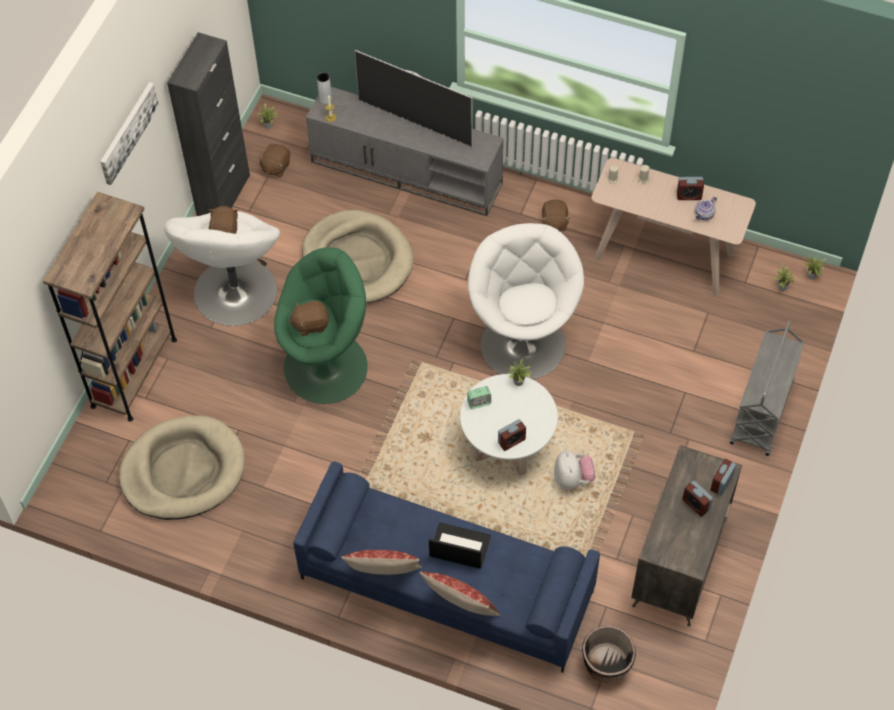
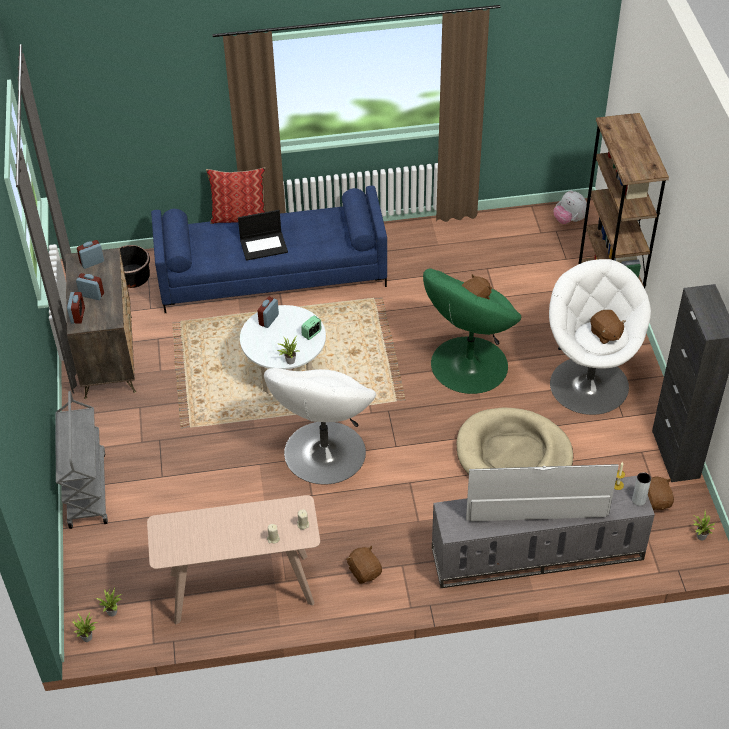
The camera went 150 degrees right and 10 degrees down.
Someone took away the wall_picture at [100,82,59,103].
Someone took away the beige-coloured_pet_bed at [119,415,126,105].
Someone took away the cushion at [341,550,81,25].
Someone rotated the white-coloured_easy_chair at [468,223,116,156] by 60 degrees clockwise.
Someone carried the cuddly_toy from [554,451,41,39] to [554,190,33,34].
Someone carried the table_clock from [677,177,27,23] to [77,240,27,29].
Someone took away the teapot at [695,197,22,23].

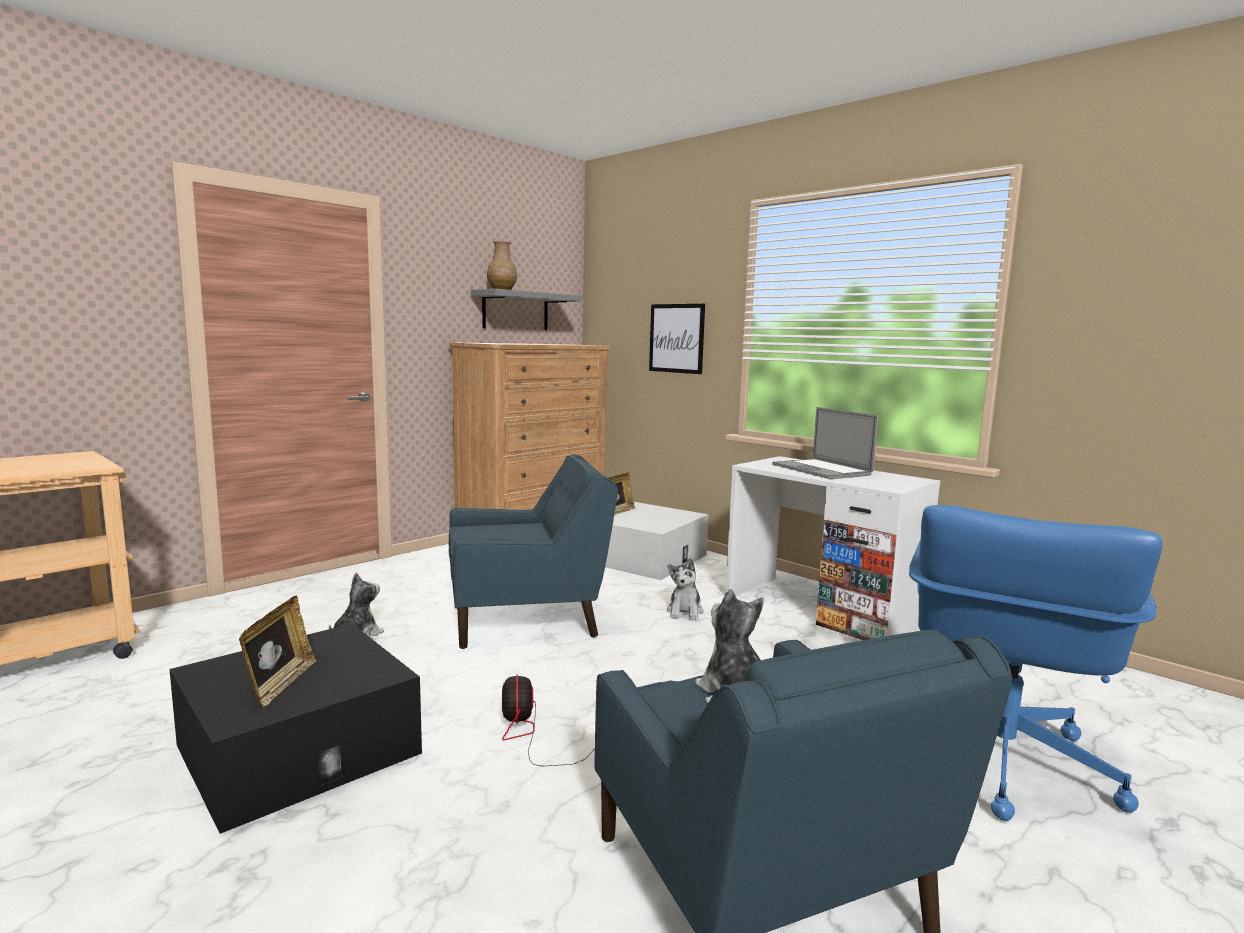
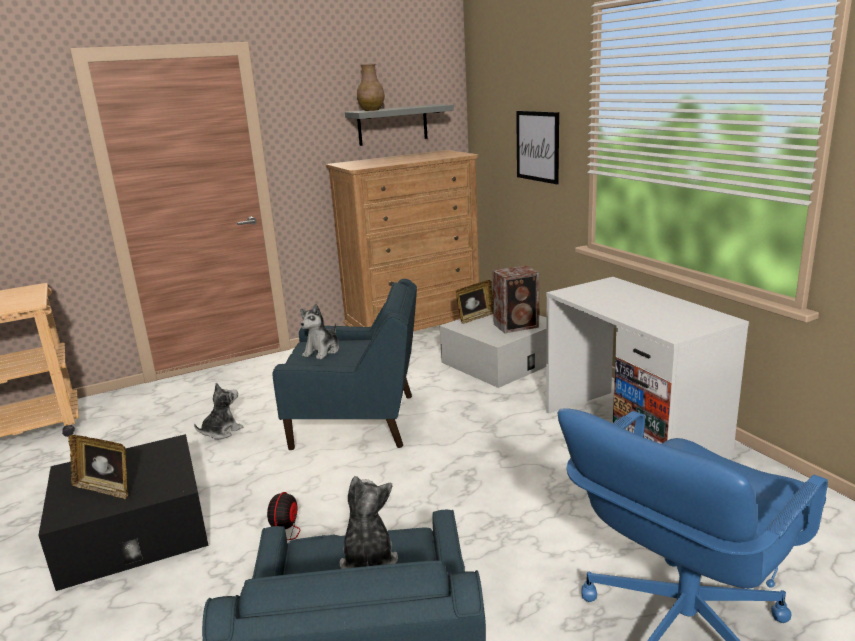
The camera went 20 degrees right and 10 degrees up.
Someone rotated the photo_frame at [239,596,78,111] by 90 degrees clockwise.
Someone carried the cuddly_toy from [667,558,37,63] to [300,304,39,55].
Someone took away the portable_computer at [772,407,106,72].
Someone put down the speaker at [492,265,47,68].

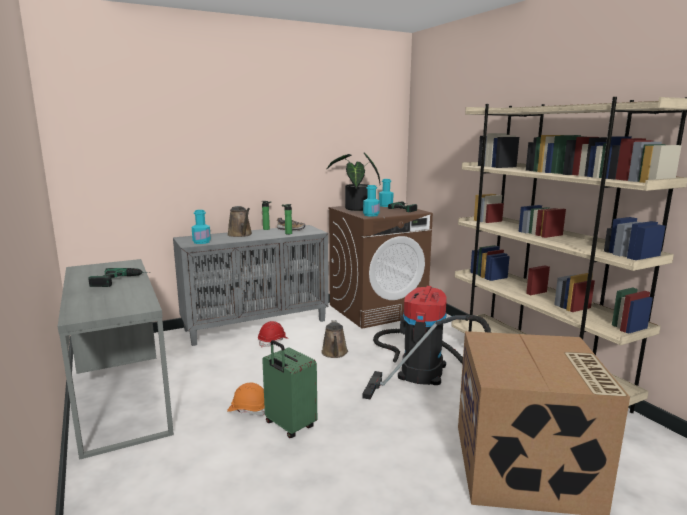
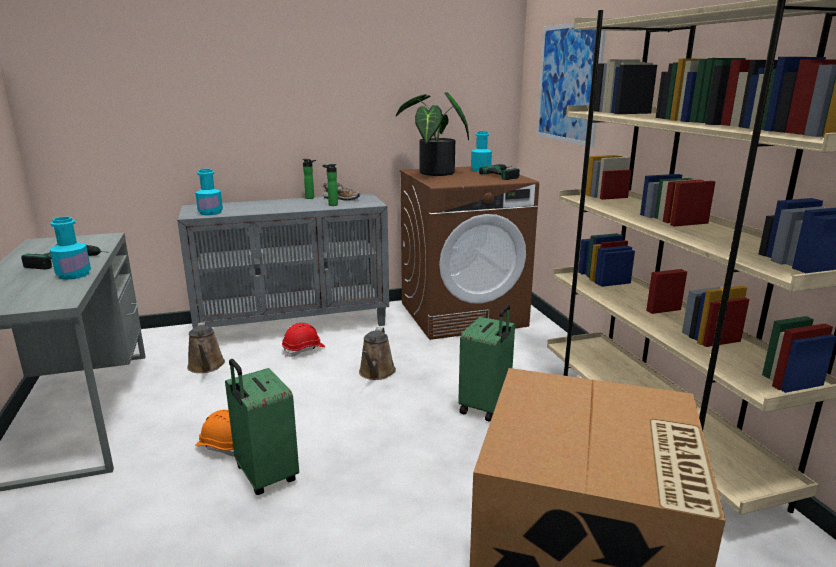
The camera went 10 degrees right and 5 degrees up.
Someone carried the brown-coloured_watering_pot from [227,206,25,31] to [187,322,38,51].
Someone swapped the vacuum_cleaner at [362,286,130,113] for the green-coloured_suitcase at [458,305,57,117].
Someone carried the turquoise-coloured_bottle from [363,185,17,32] to [50,217,41,63].
Someone put up the wall_picture at [536,23,70,125].

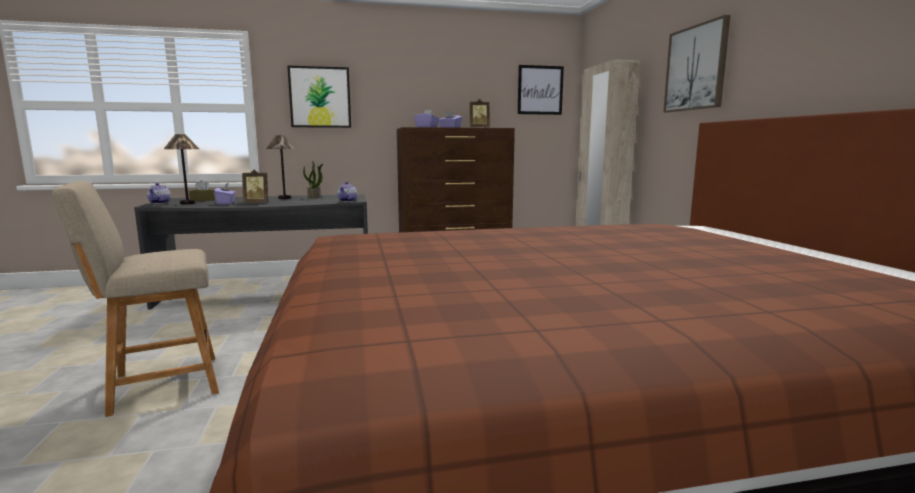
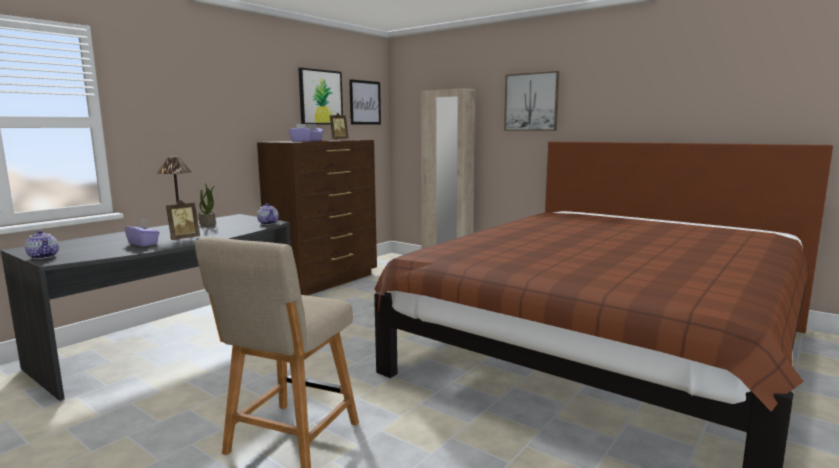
The camera went 40 degrees left and 0 degrees up.
Someone took away the lamp_for_a_table at [164,134,35,70].
Someone took away the brown-coloured_box_of_tissues at [189,180,26,21].
Someone carried the wall_picture from [287,65,64,63] to [298,68,45,57].

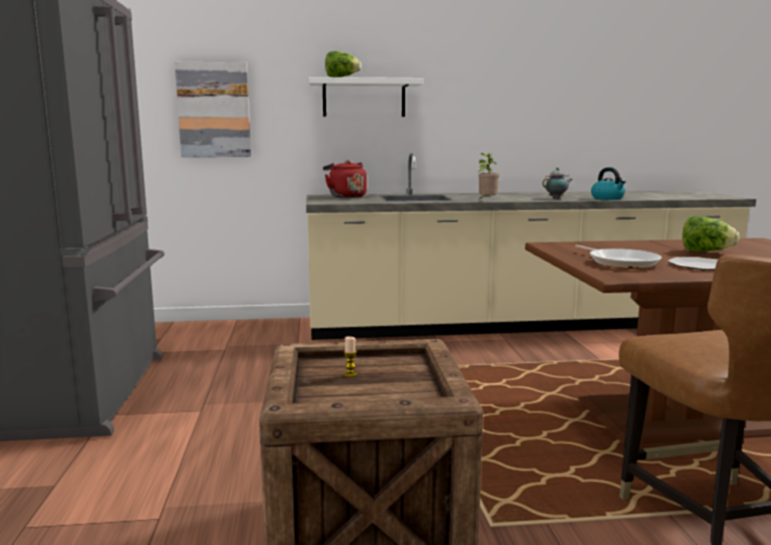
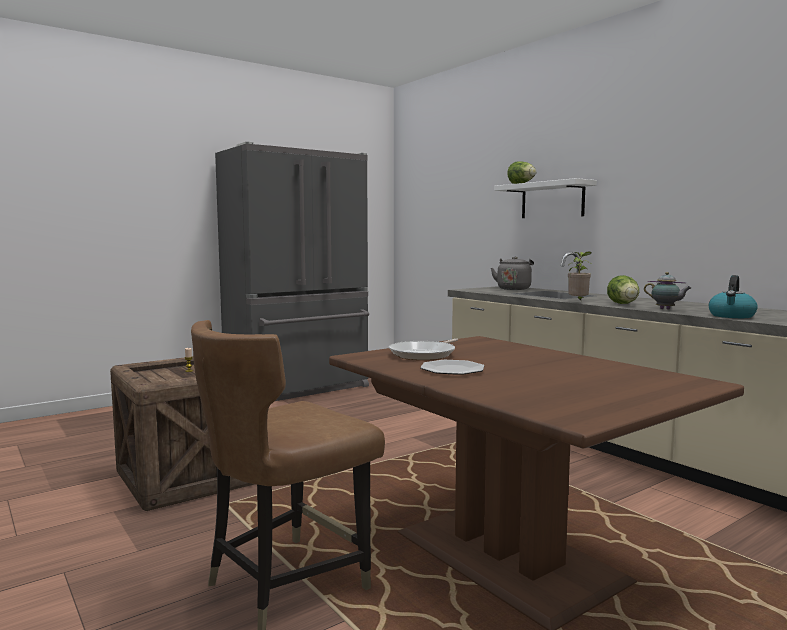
The camera went 60 degrees right and 5 degrees down.
Someone took away the wall_picture at [175,62,76,95].
Someone repainted the red_kettle at [323,160,44,38], which became the grey_kettle at [491,257,43,33].
Someone carried the lettuce_head from [682,216,57,36] to [607,275,32,29].

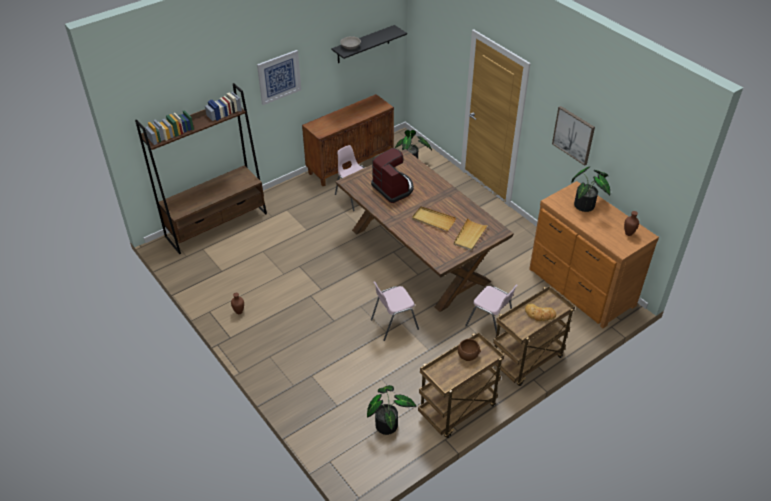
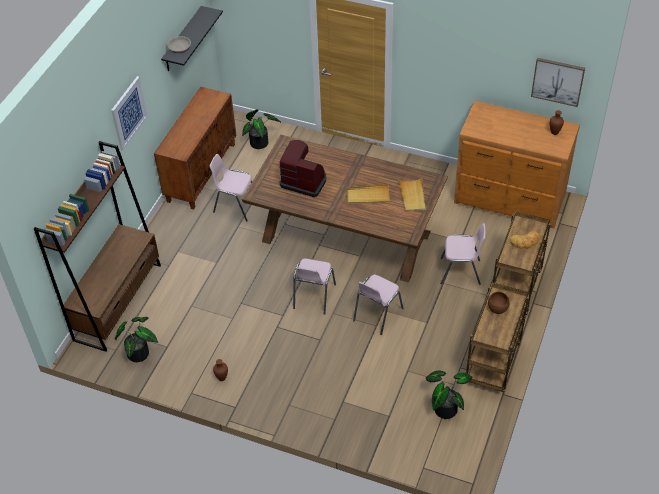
The camera went 30 degrees left and 5 degrees up.
Someone carried the wall_picture from [552,106,43,60] to [531,58,54,49].
Someone carried the potted_plant from [571,166,39,46] to [115,317,43,45].
Someone put down the pinkish_upright_chair at [293,259,43,56].

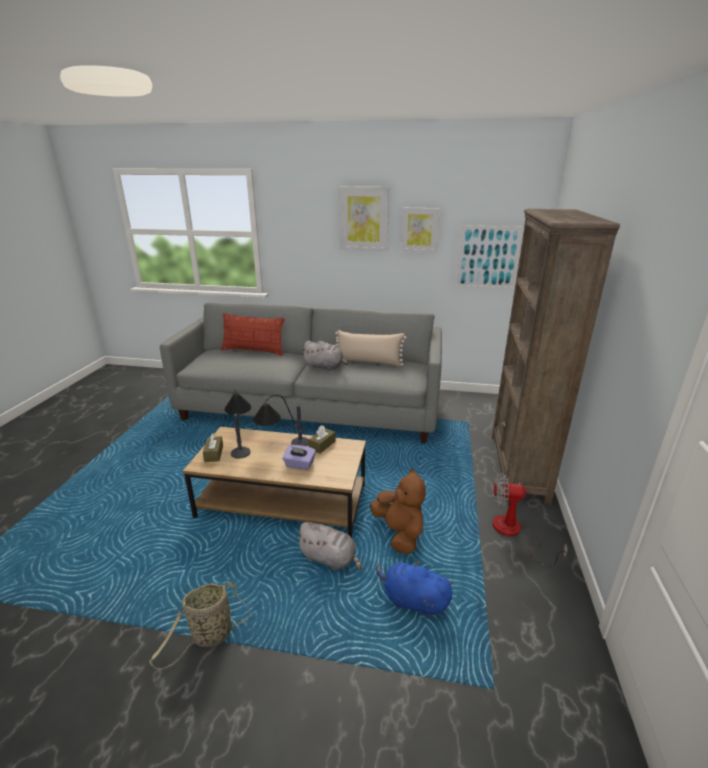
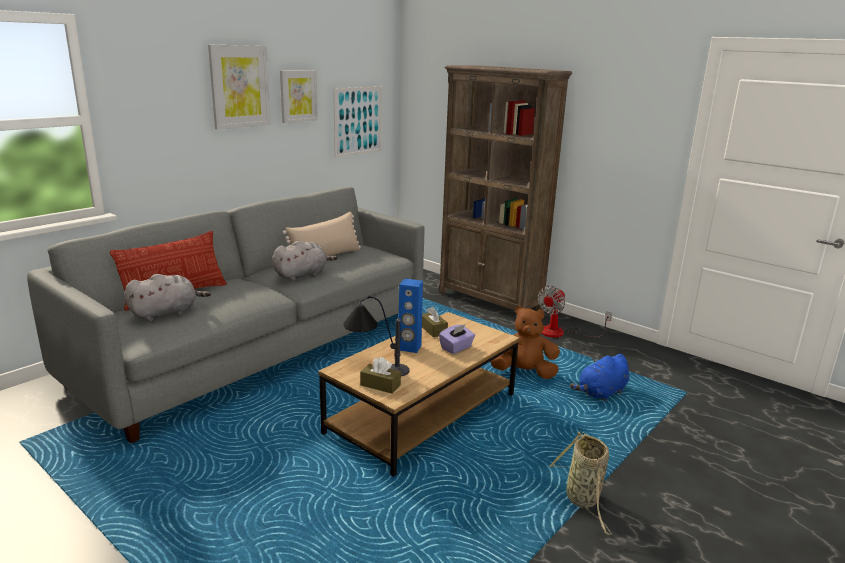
The camera went 60 degrees left and 5 degrees down.
Someone swapped the lamp_for_a_table at [253,395,56,51] for the blue_speaker at [399,278,24,75].
Someone carried the grey_cuddly_toy from [295,522,67,48] to [124,274,87,47].

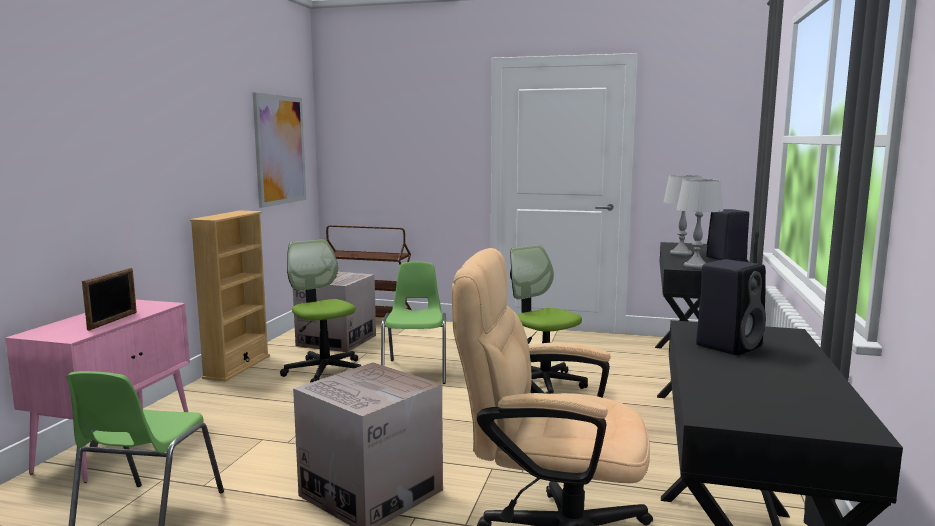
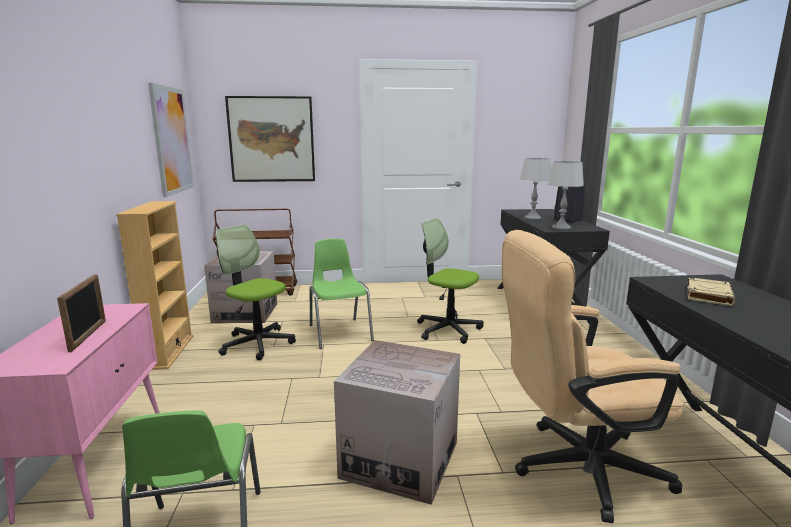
The camera went 20 degrees left and 5 degrees up.
Someone swapped the blackish_speaker at [696,259,70,96] for the beige-coloured_book at [687,277,48,29].
Someone put up the wall_picture at [225,96,90,86].

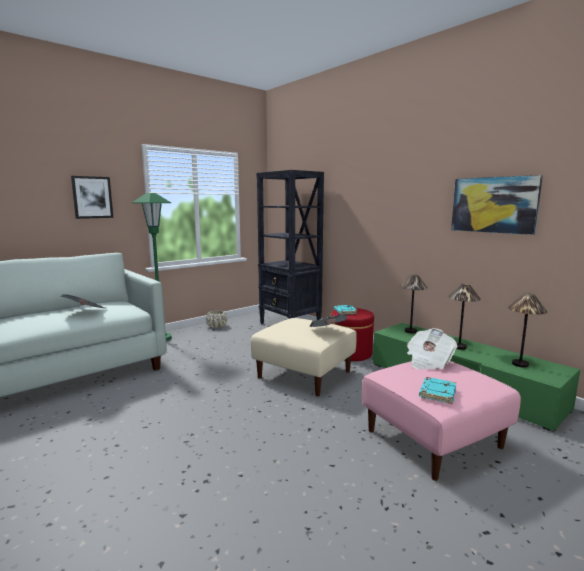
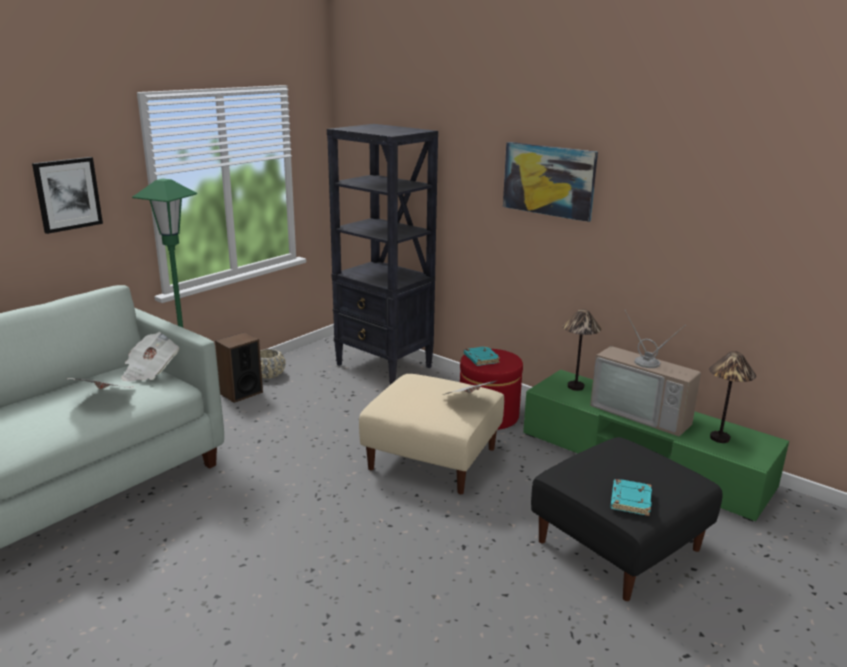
The camera went 10 degrees left and 10 degrees up.
Someone repainted the pinkish_ottoman at [362,361,159,120], which became the blackish_ottoman at [531,437,192,164].
Someone carried the printed_paper from [407,328,50,41] to [121,332,58,50].
Someone swapped the lamp_for_a_table at [448,283,33,67] for the TV at [590,310,111,126].
Someone carried the wall_picture from [451,175,92,60] to [503,142,95,80].
Someone put down the speaker at [215,332,48,71].

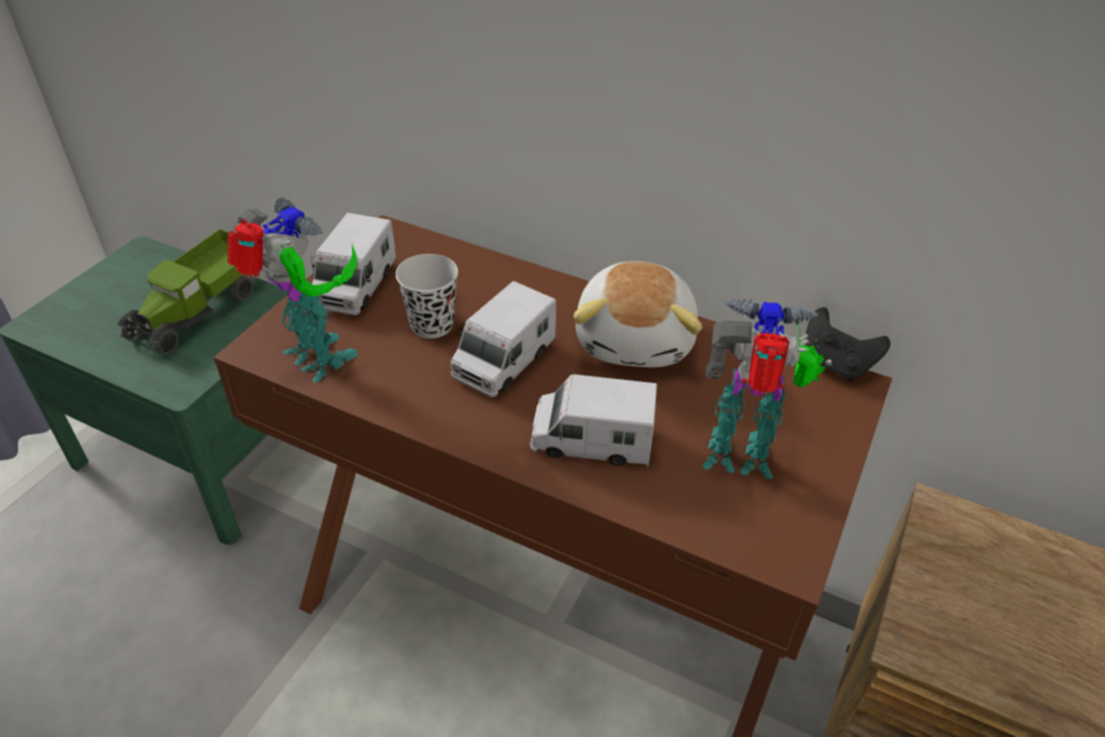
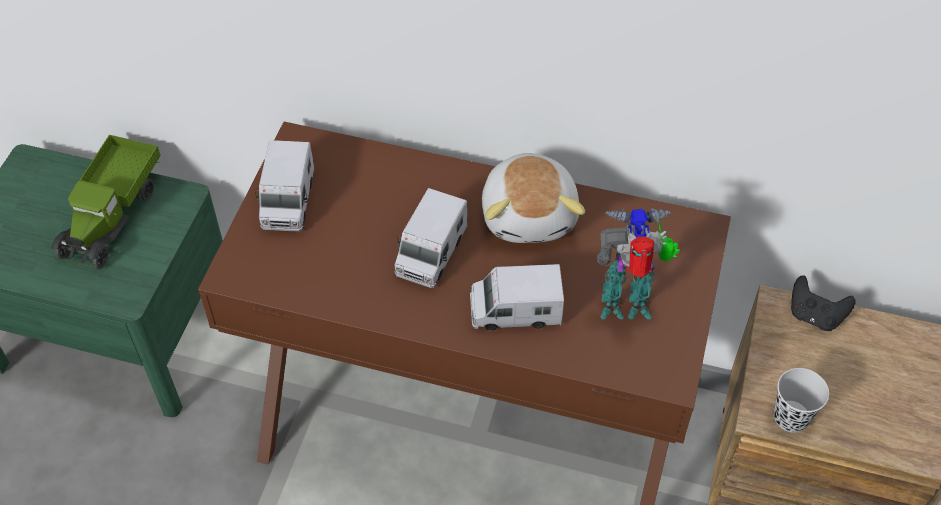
The camera went 10 degrees left and 10 degrees up.
Someone took away the model_robot at [228,197,130,185].
Someone carried the blackish_cup from [395,254,63,84] to [774,368,55,65].
Someone carried the blackish_gamepad from [805,307,86,74] to [791,275,65,56].

